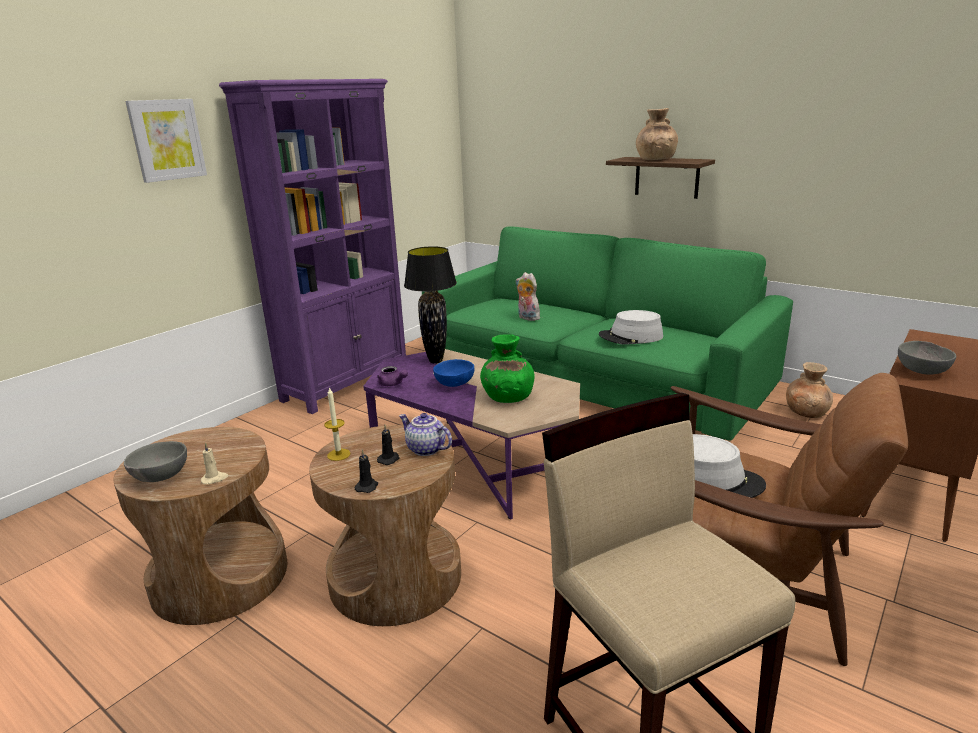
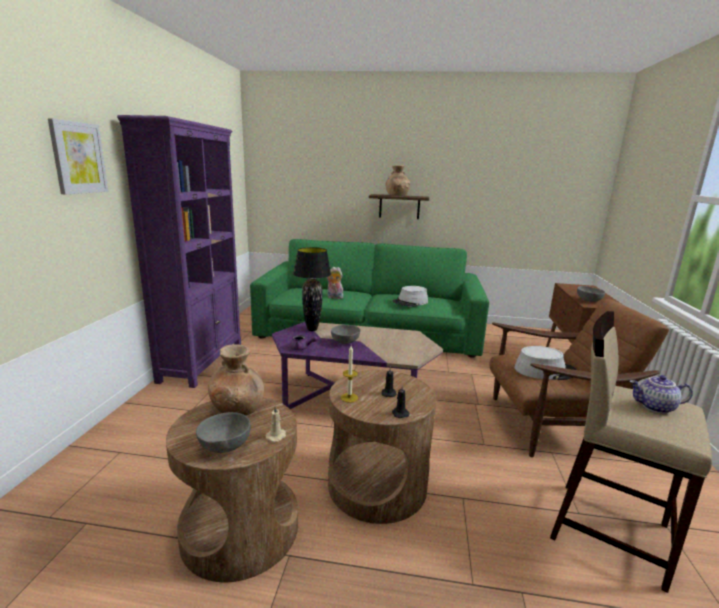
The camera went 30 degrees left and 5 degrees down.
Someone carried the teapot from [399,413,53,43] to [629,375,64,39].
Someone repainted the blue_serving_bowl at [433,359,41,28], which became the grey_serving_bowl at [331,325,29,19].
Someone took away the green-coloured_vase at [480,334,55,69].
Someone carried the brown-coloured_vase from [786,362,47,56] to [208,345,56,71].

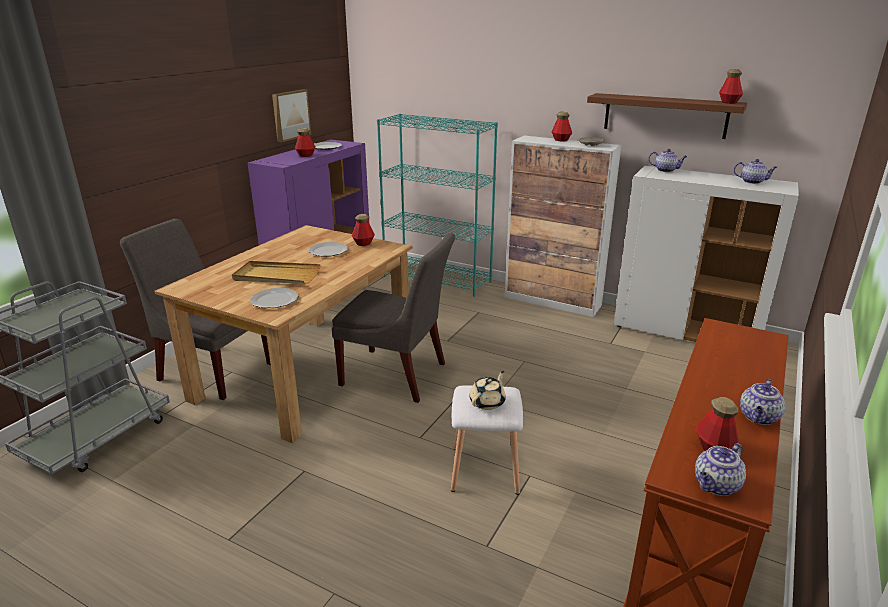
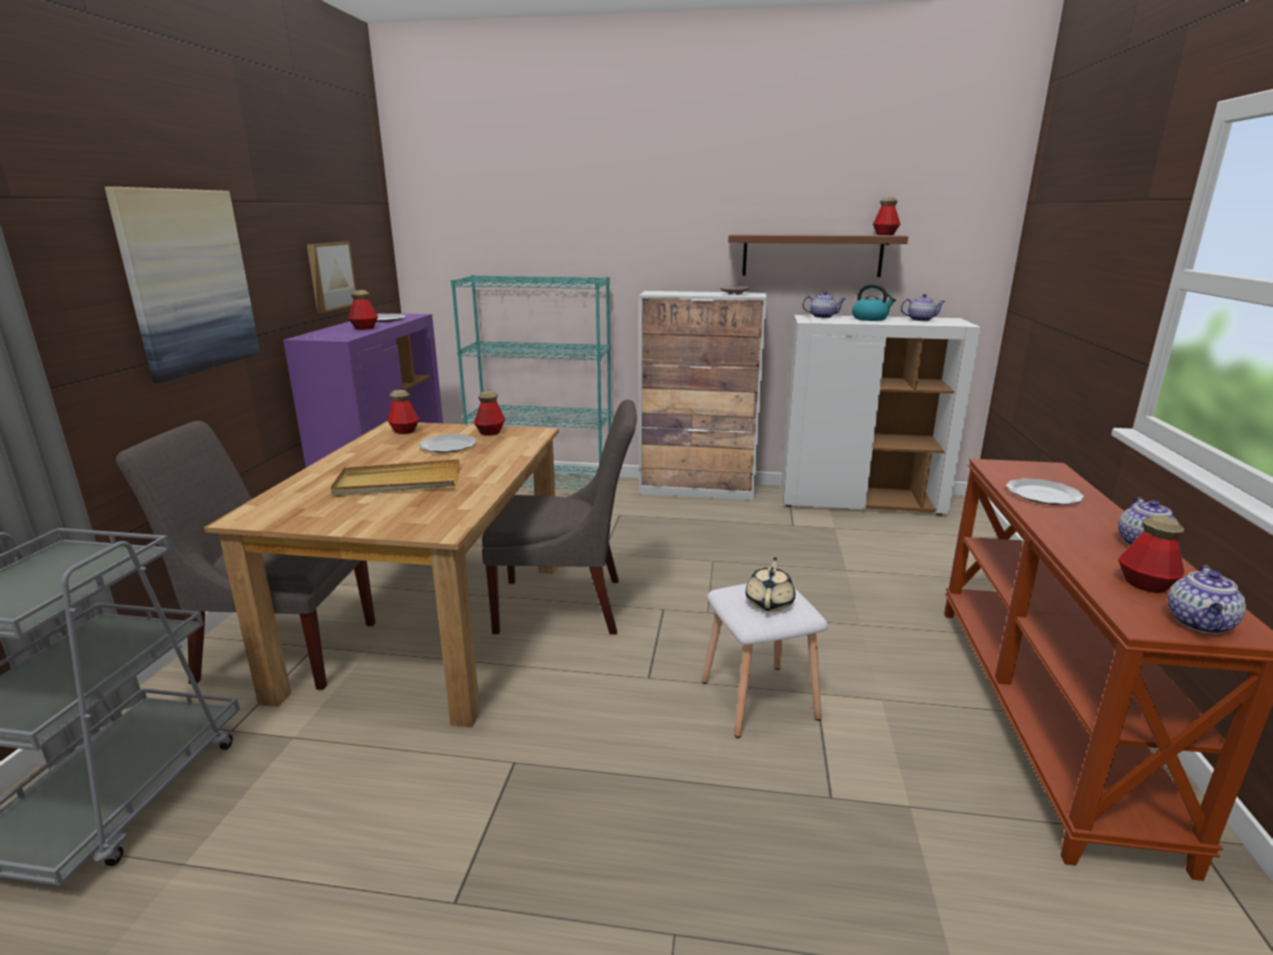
The camera went 20 degrees left and 5 degrees down.
Someone carried the flat_dish from [250,288,49,20] to [1006,478,78,27].
Someone carried the bottle from [551,112,21,30] to [387,390,32,44].
Someone put up the wall_picture at [105,187,155,196].
Someone put down the kettle at [852,284,44,37].

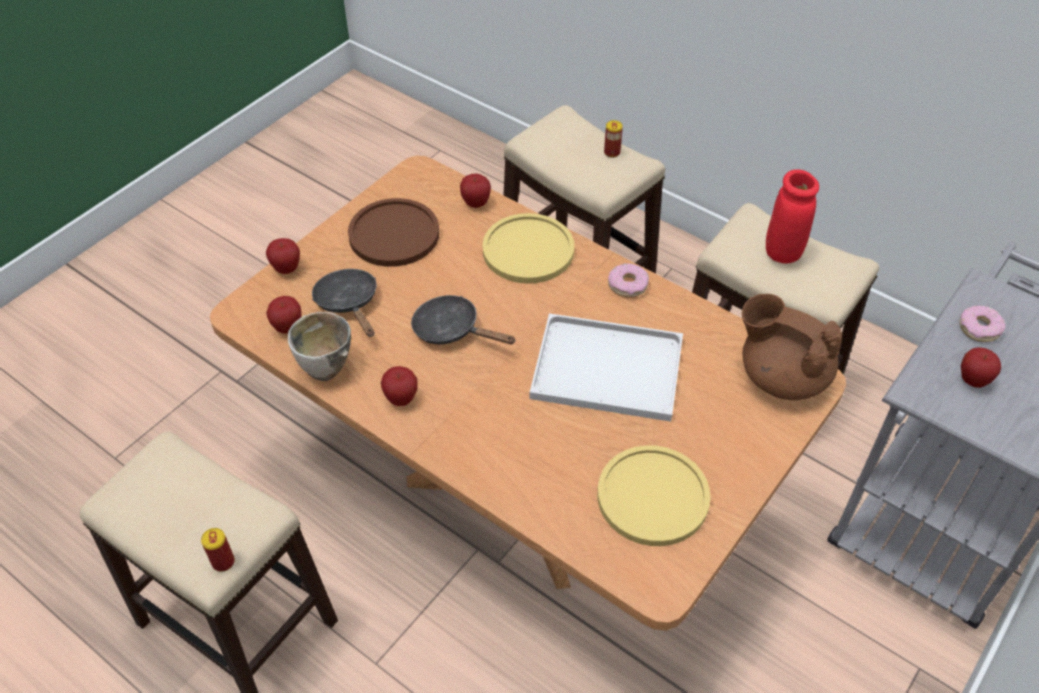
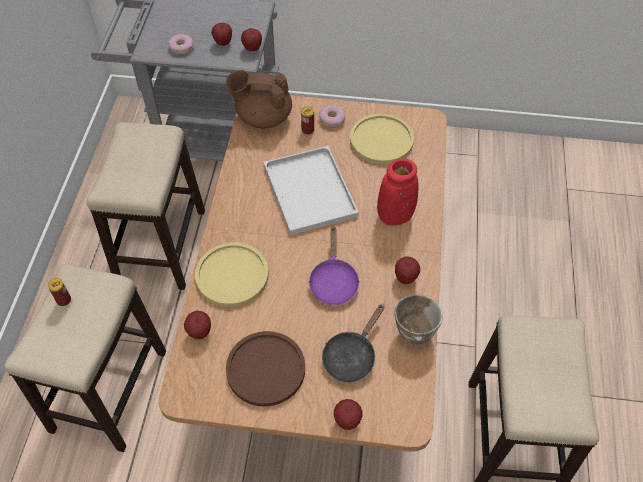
The camera went 120 degrees left and 5 degrees up.
Someone carried the metal_can from [201,528,34,44] to [301,106,13,29].
Someone carried the whole_apple from [266,296,35,38] to [241,28,21,23].
Someone repainted the blackish_pan at [411,295,105,50], which became the purple_pan at [308,226,52,79].
Someone carried the donut from [608,263,41,34] to [319,105,26,22].
Someone rotated the brown-coloured_teapot at [742,294,100,106] by 90 degrees clockwise.
Someone carried the red_vase from [766,169,53,94] to [377,159,41,67].

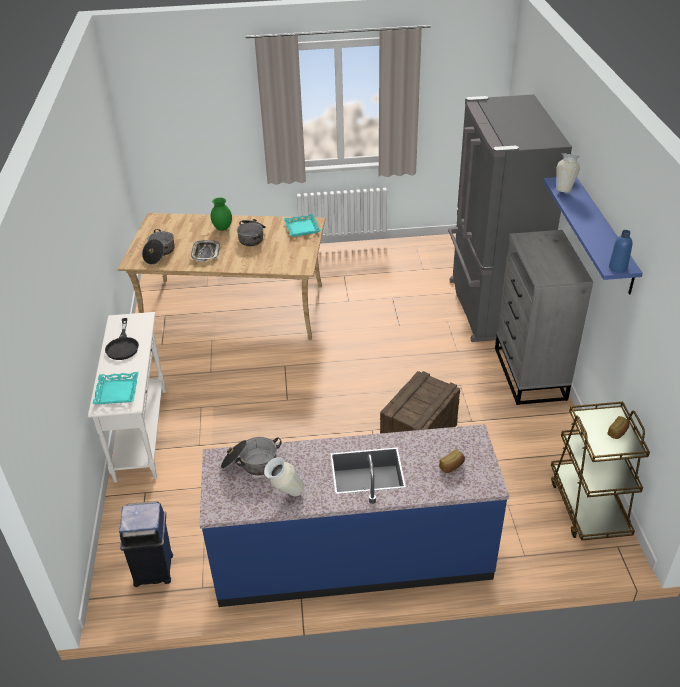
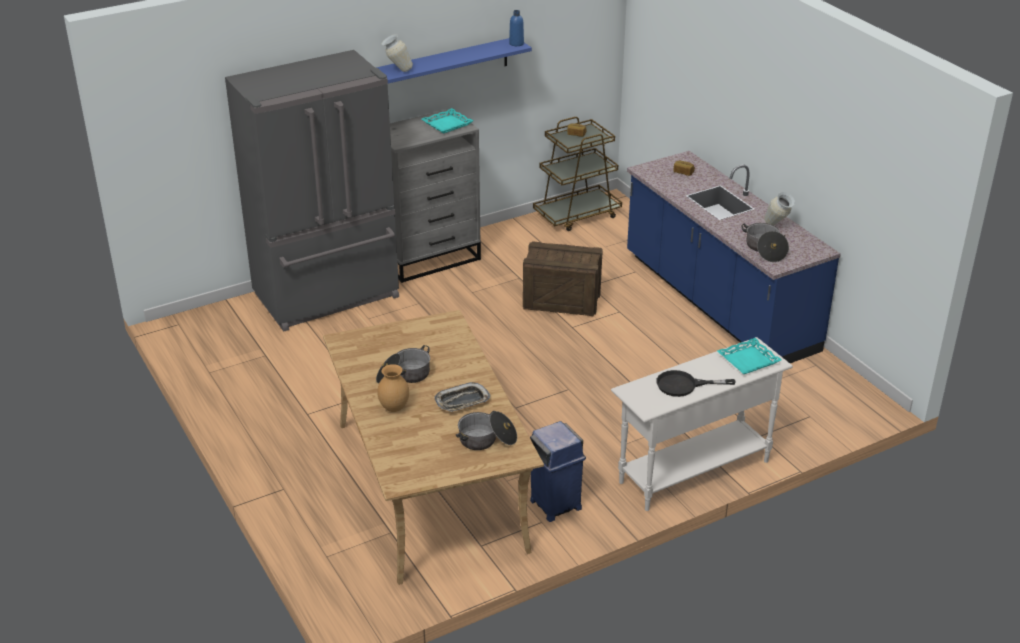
The camera went 115 degrees left and 5 degrees down.
Someone rotated the blackish_pan at [105,318,34,42] by 150 degrees counterclockwise.
Someone carried the blue_trash_can from [119,501,54,86] to [530,421,56,101].
Someone repainted the green-coloured_vase at [211,198,21,33], which became the brown-coloured_vase at [377,364,32,48].
Someone carried the turquoise-coloured_serving_tray from [284,214,37,23] to [422,108,52,26].

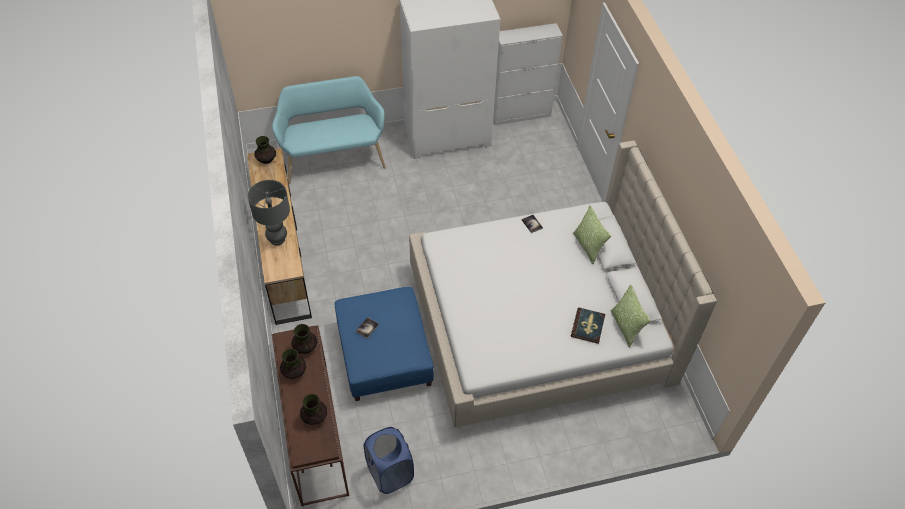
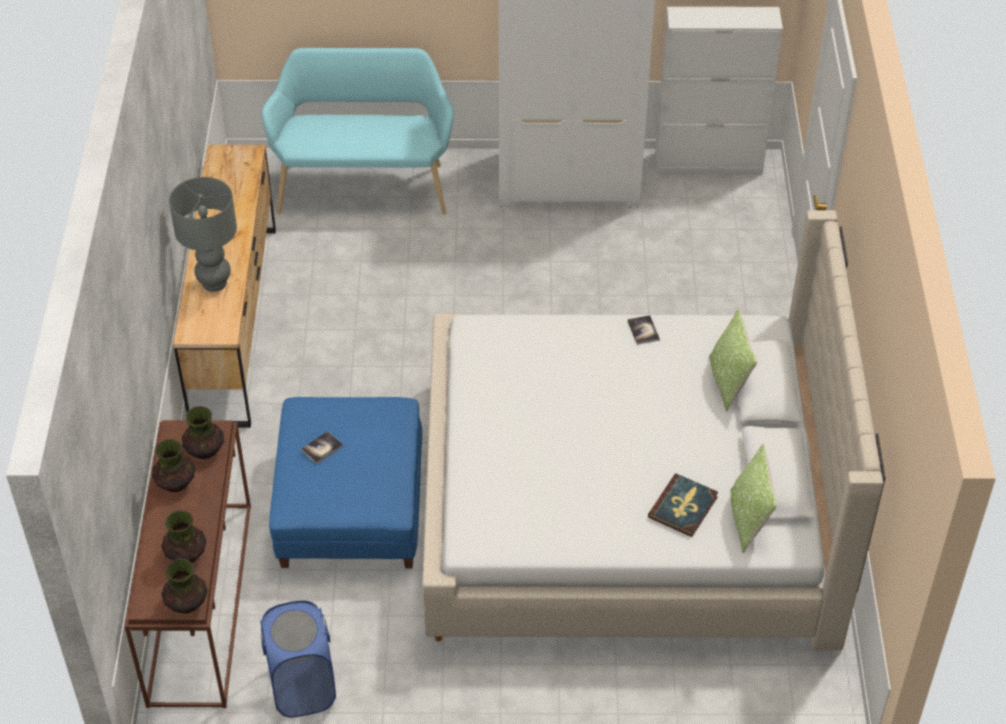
The camera went 15 degrees right and 5 degrees down.
Someone carried the vase from [254,136,22,28] to [161,558,47,56].

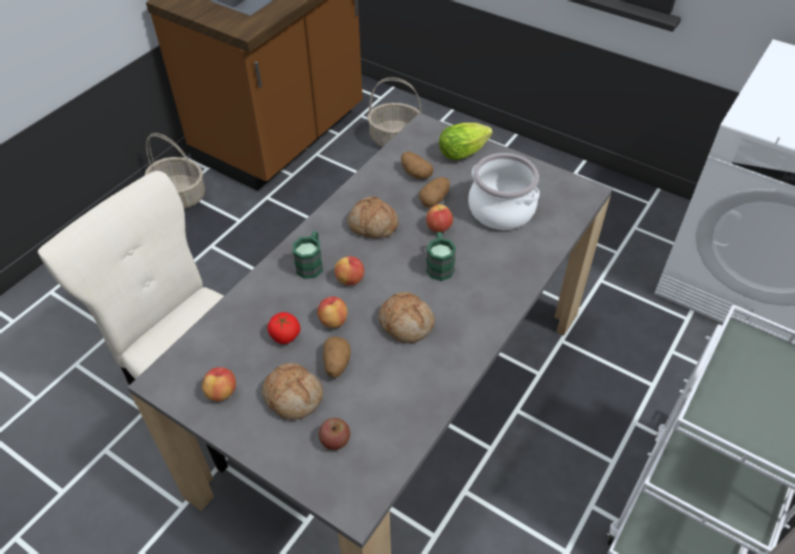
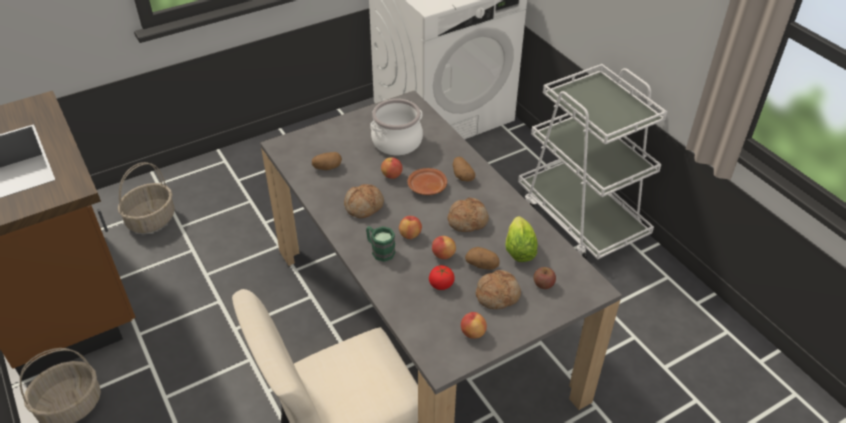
The camera went 65 degrees left and 5 degrees down.
Someone carried the spud from [419,177,31,31] to [453,157,22,25].
Someone swapped the green-coloured_mug at [426,232,30,49] for the brown-coloured_flat_dish at [407,168,40,27].
Someone carried the lettuce_head from [439,123,54,37] to [505,216,33,46].

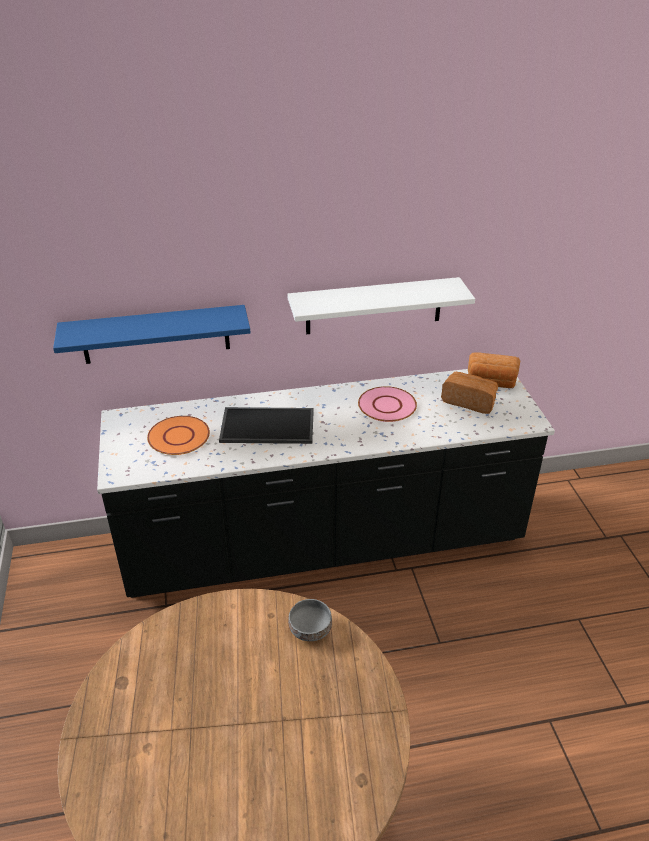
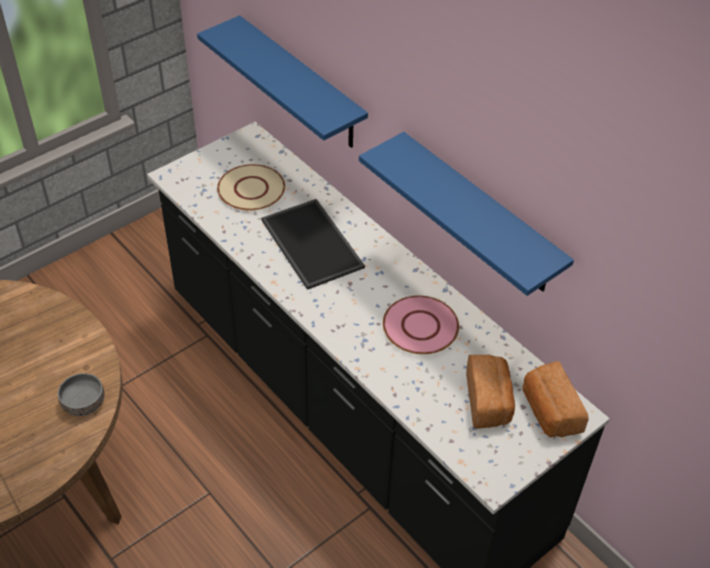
The camera went 60 degrees right and 10 degrees up.
Someone repainted the orangey_flat_dish at [147,416,63,39], which became the beige-coloured_flat_dish at [217,164,68,47].
Someone repainted the white-coloured_shelf at [287,277,188,57], which became the blue_shelf at [359,132,215,164].

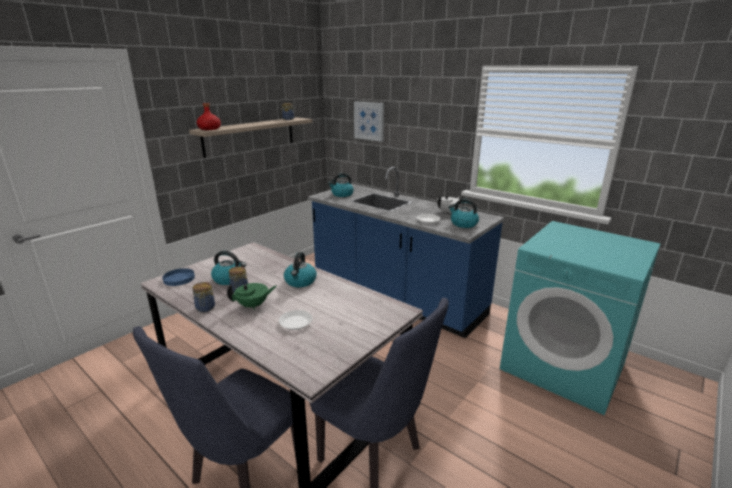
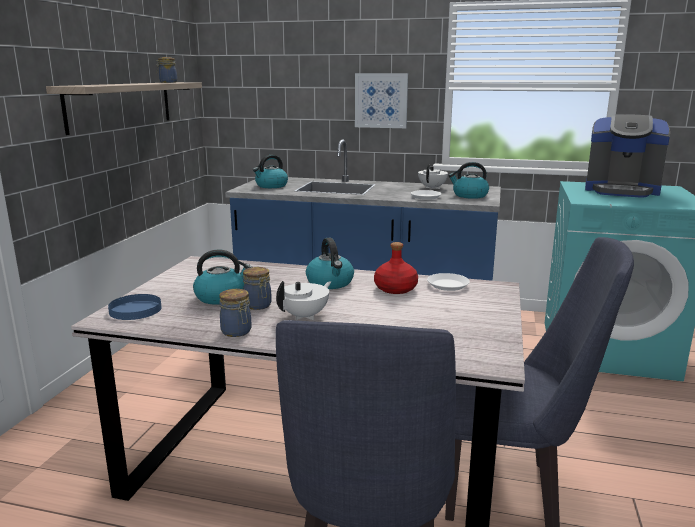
The camera went 25 degrees left and 5 degrees down.
Someone carried the red_bottle from [197,103,24,27] to [374,242,44,52].
Someone repainted the green-coloured_teapot at [227,283,50,27], which became the white-coloured_teapot at [276,281,55,39].
Someone carried the white-coloured_flat_dish from [279,310,33,20] to [427,273,43,18].
Someone carried the wall_picture from [354,101,30,41] to [355,73,53,55].
Someone put down the coffee_machine at [585,114,85,84].

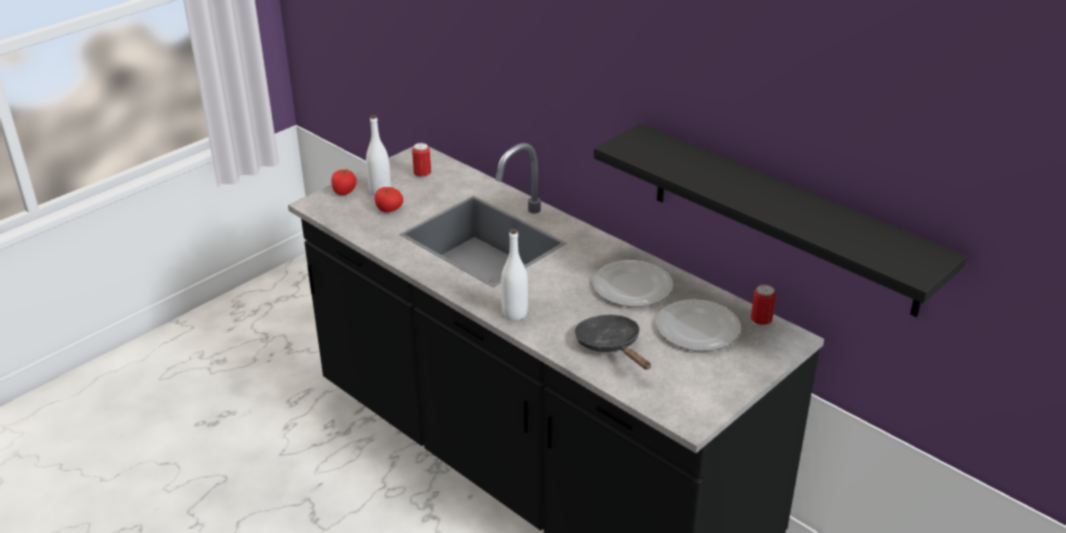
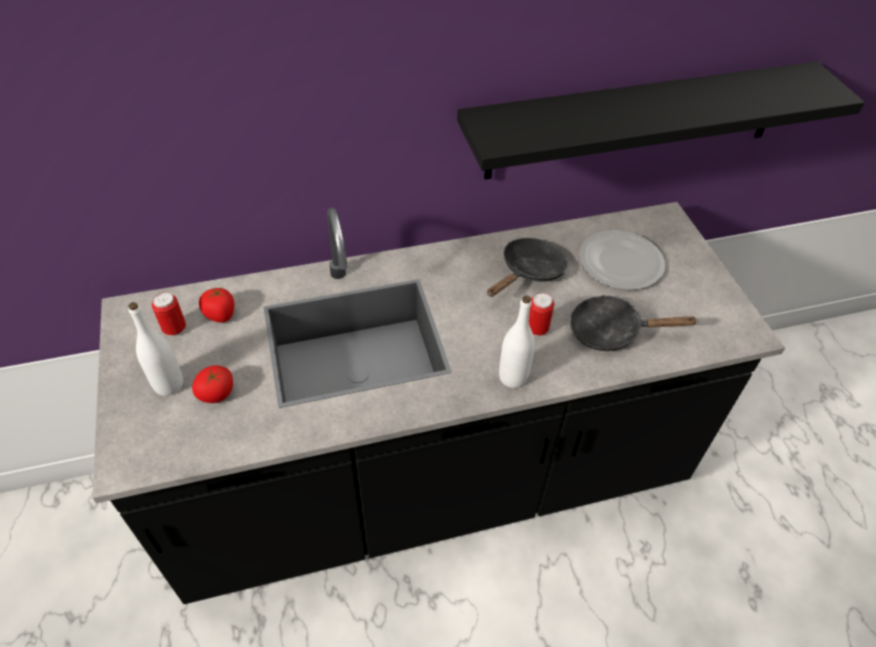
The camera went 60 degrees left and 15 degrees up.
Someone carried the fresh_tomato from [331,169,26,26] to [199,287,35,36].
Someone swapped the flat_dish at [593,260,80,47] for the blackish_pan at [487,238,81,59].
Someone carried the metal_can from [751,285,25,42] to [529,293,25,44].

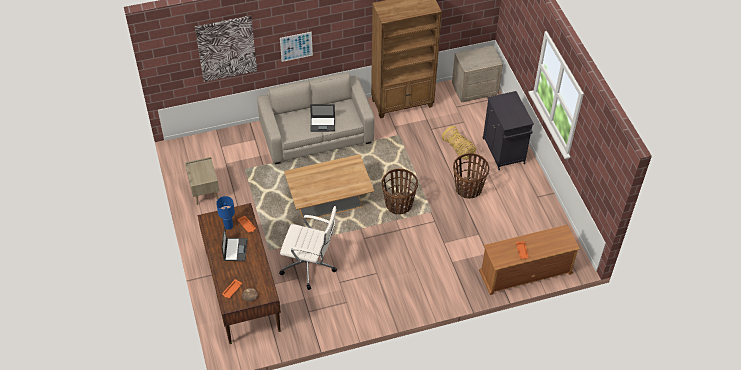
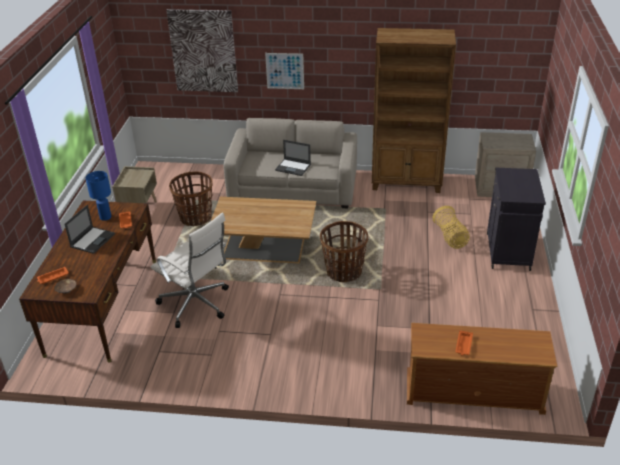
The camera went 25 degrees right and 15 degrees down.
Someone carried the basket from [453,153,36,46] to [169,171,43,55].

